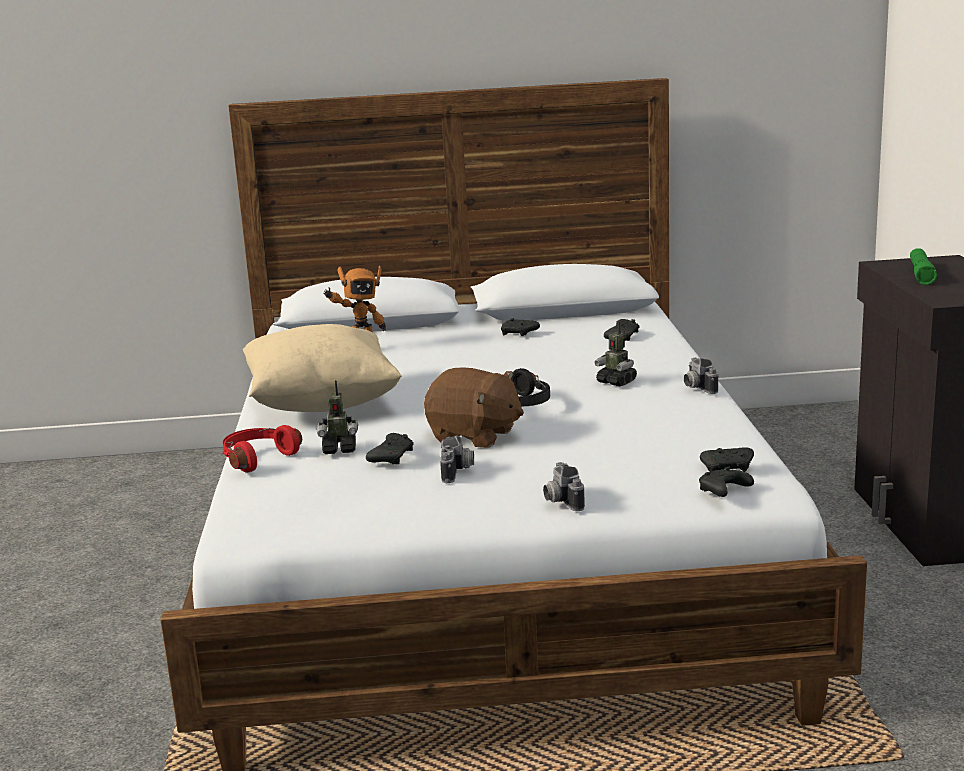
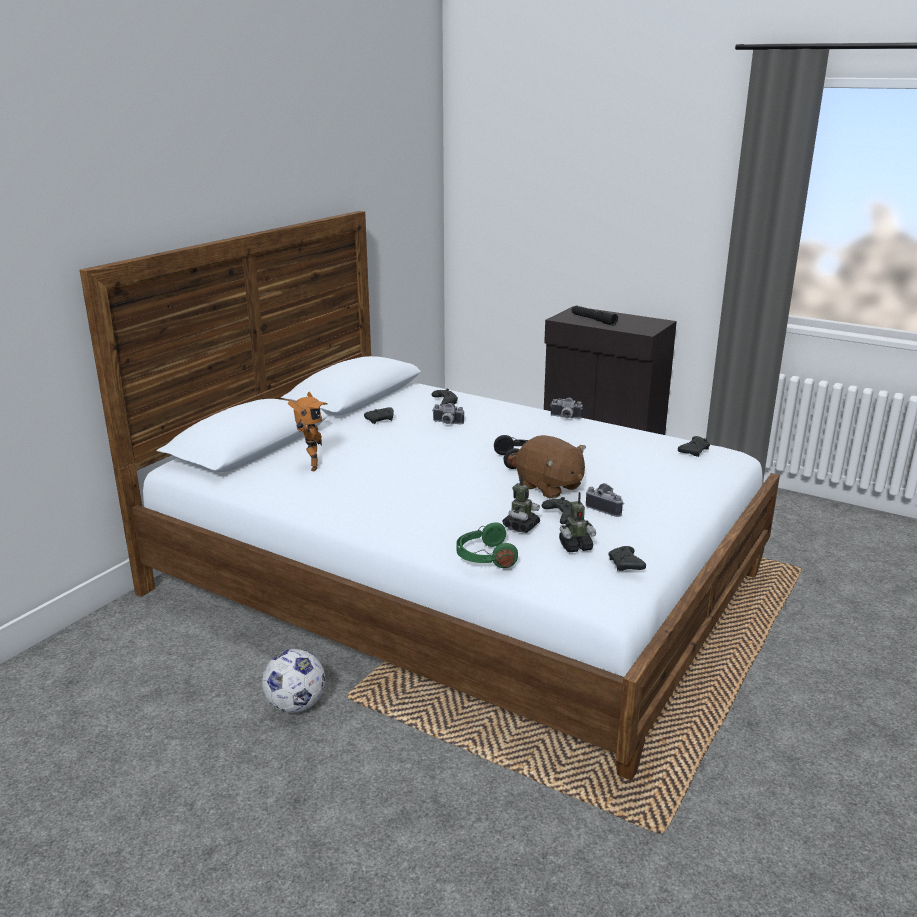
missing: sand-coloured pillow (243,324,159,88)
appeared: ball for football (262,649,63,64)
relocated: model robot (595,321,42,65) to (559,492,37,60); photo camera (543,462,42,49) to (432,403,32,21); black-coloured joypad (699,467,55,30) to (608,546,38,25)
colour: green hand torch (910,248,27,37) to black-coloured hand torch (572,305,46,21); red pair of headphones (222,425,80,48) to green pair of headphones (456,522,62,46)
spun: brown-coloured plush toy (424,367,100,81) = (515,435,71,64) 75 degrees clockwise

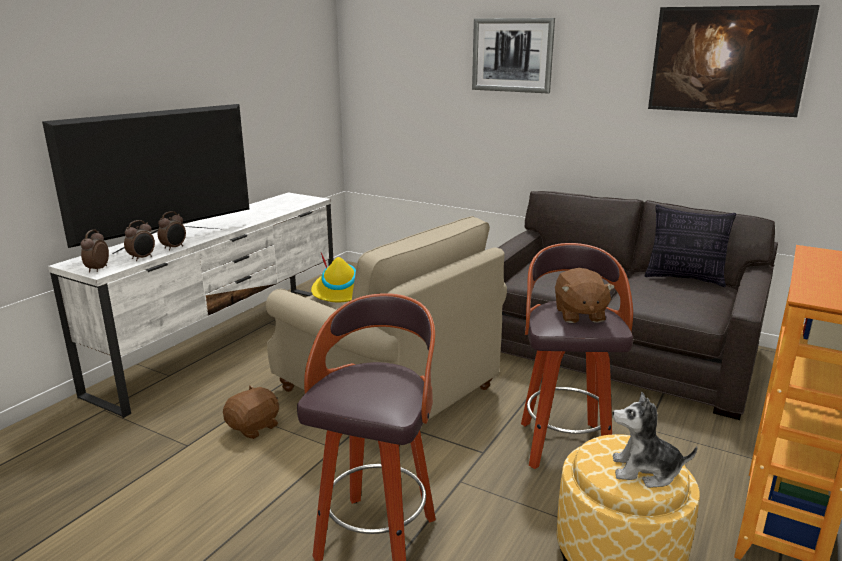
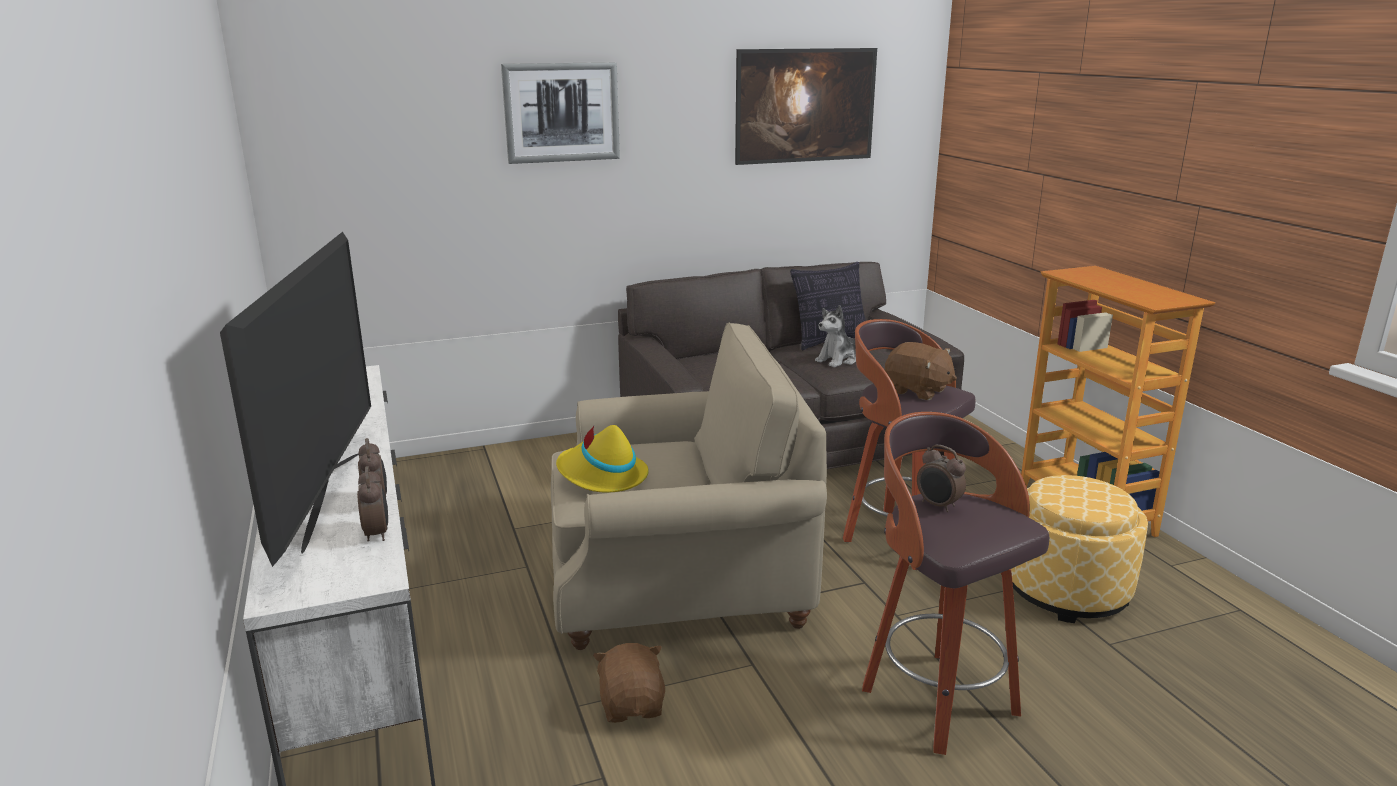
relocated: bedside clock (81,230,28,43) to (917,445,49,67); plush toy (613,392,84,96) to (815,305,41,63)

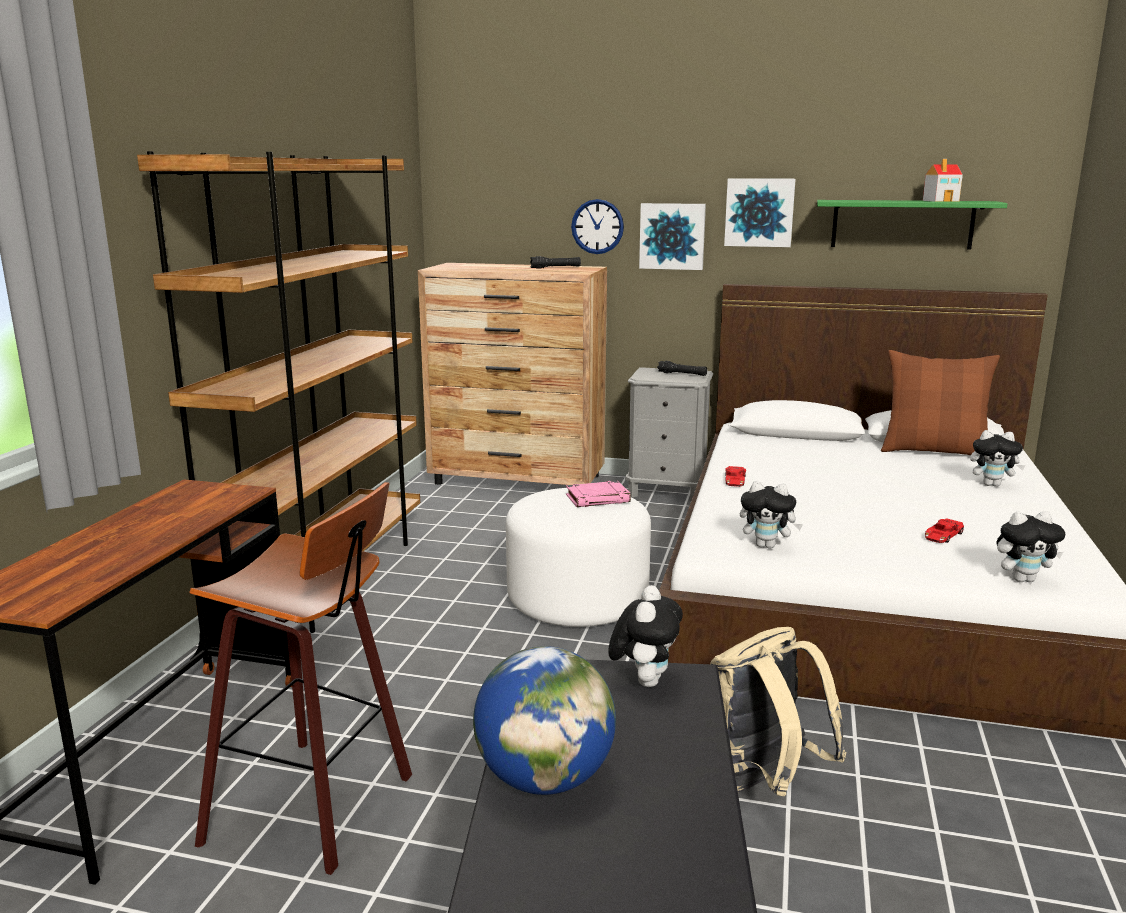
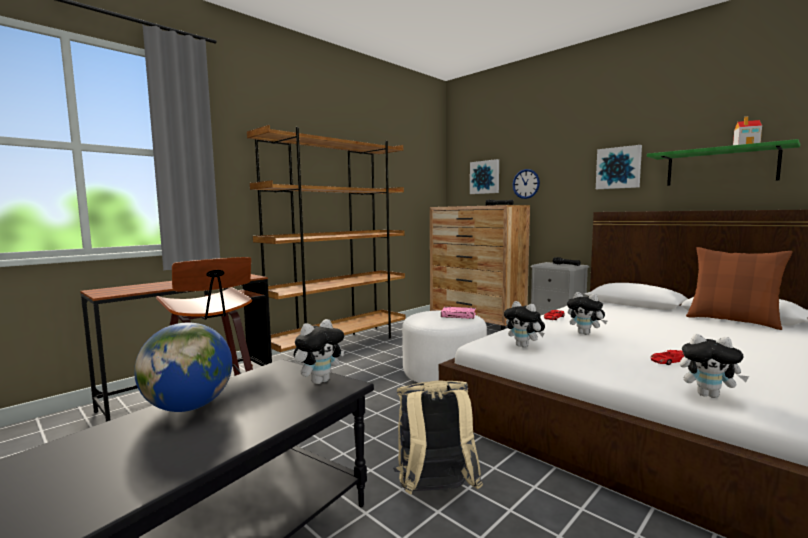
relocated: picture (639,203,67,67) to (470,159,29,35); plush toy (970,430,56,57) to (567,292,40,43)

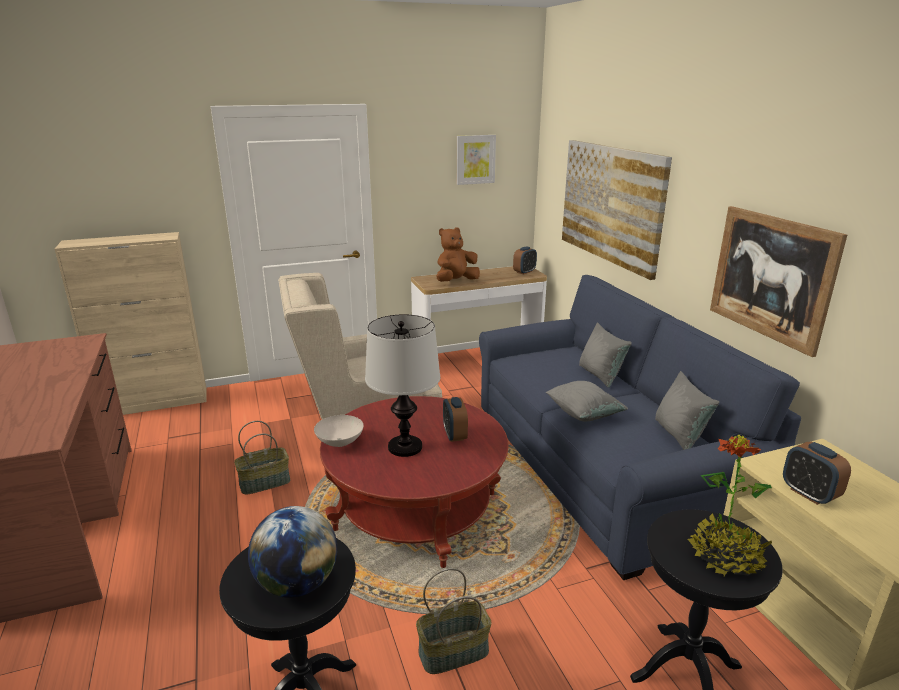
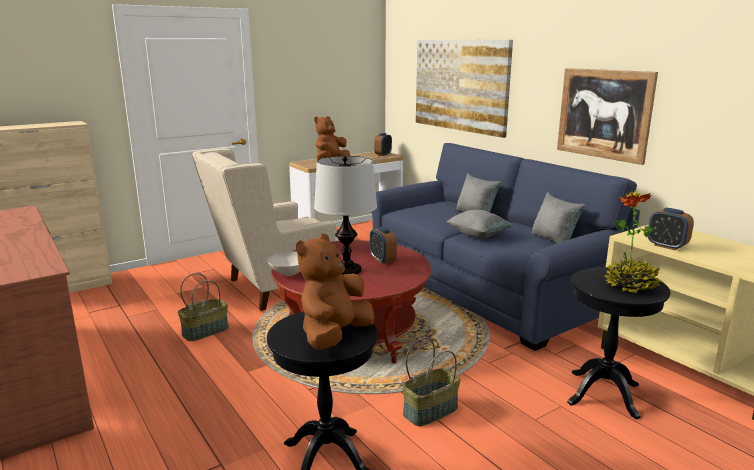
missing: picture (457,135,39,50)
exchanged: desk globe (248,506,89,92) to brown-coloured plush toy (296,234,78,116)

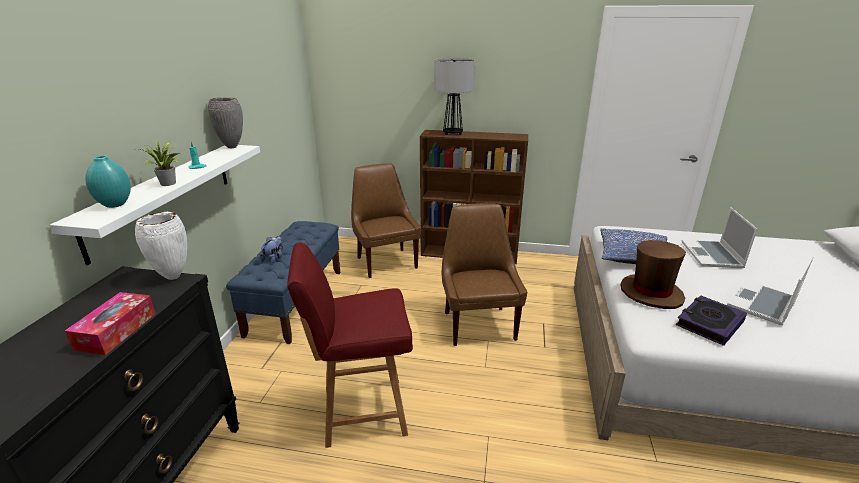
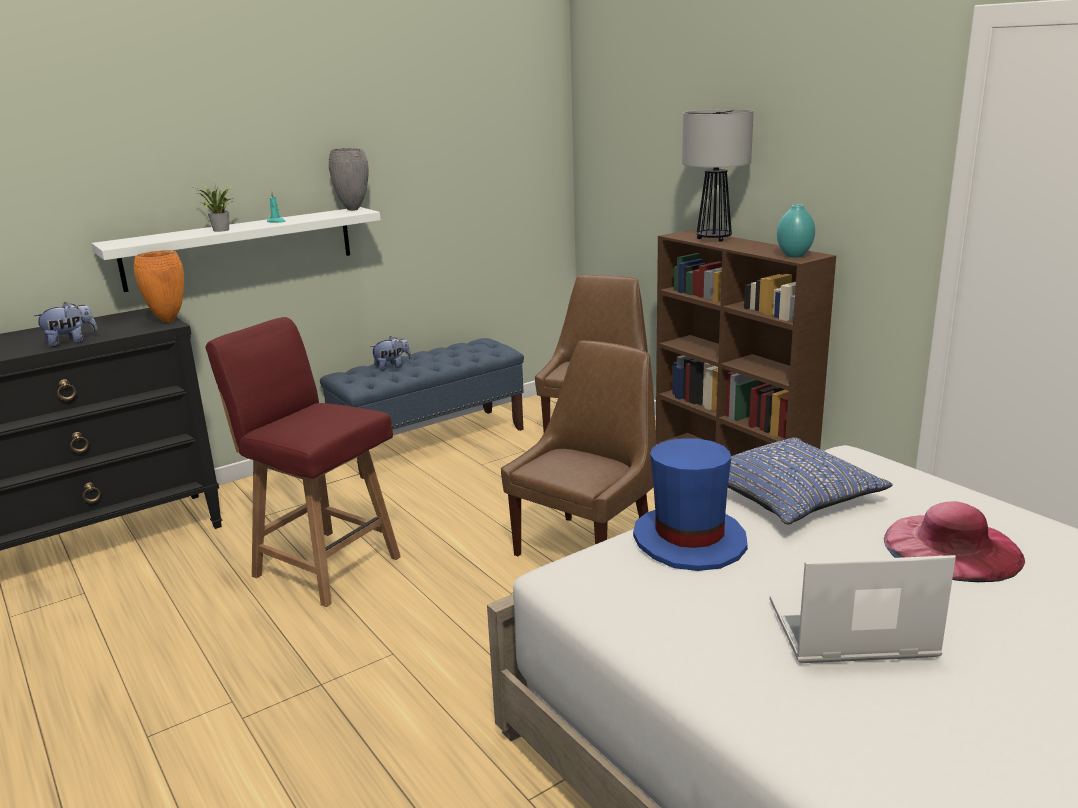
missing: bound book (676,295,71,51)
relocated: turquoise-coloured vase (85,155,46,53) to (777,204,38,53)
exchanged: portable computer (682,207,76,61) to pinkish hat (884,501,141,81); box of tissues (65,292,90,63) to plush toy (34,302,63,45)
colour: whitish vase (135,212,52,68) to orange vase (134,250,50,72); brown-coloured hat (621,240,65,69) to blue-coloured hat (633,438,115,133)

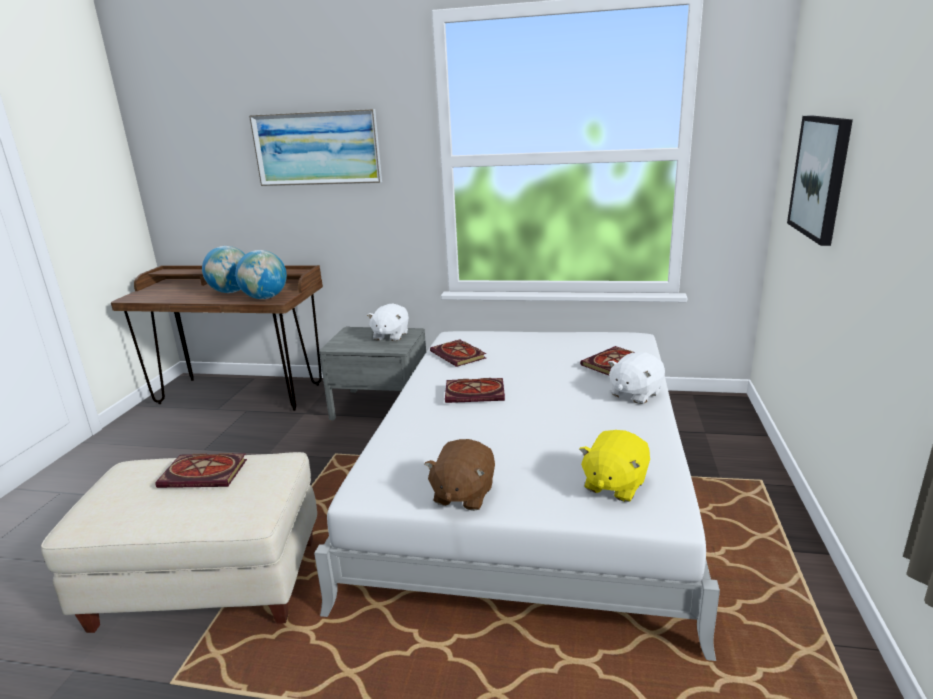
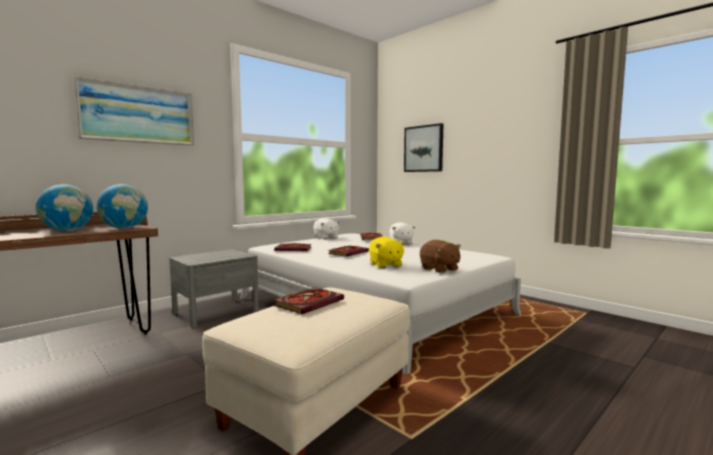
relocated: whitish plush toy (367,303,42,38) to (313,218,26,22); yellow plush toy (579,430,71,72) to (369,237,37,31)

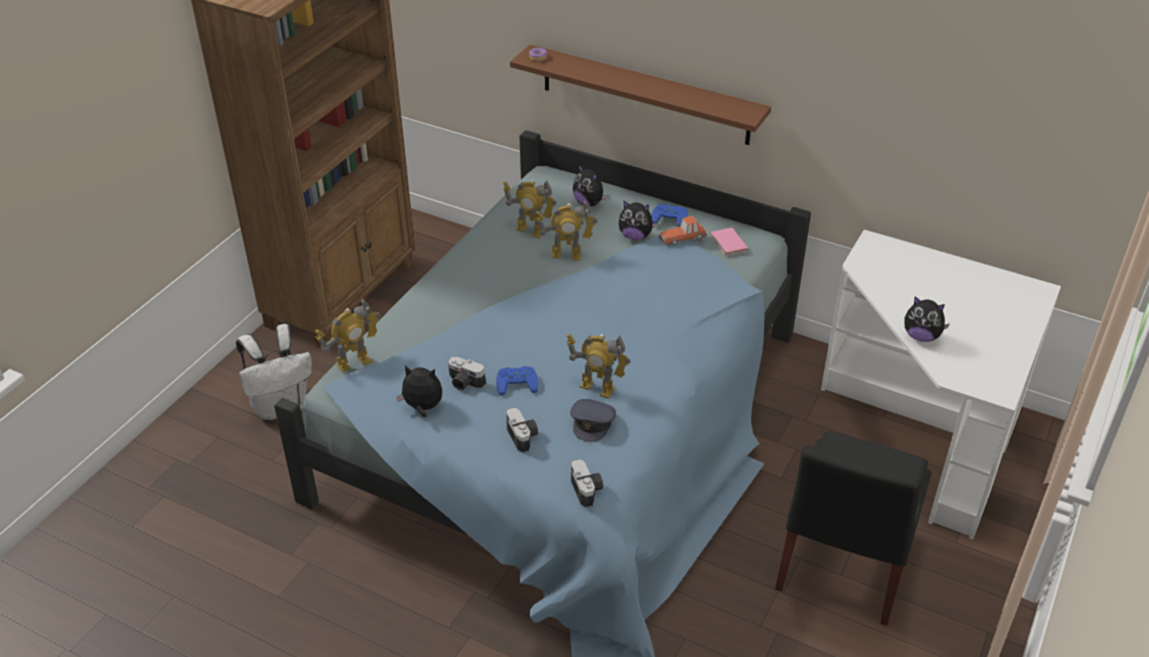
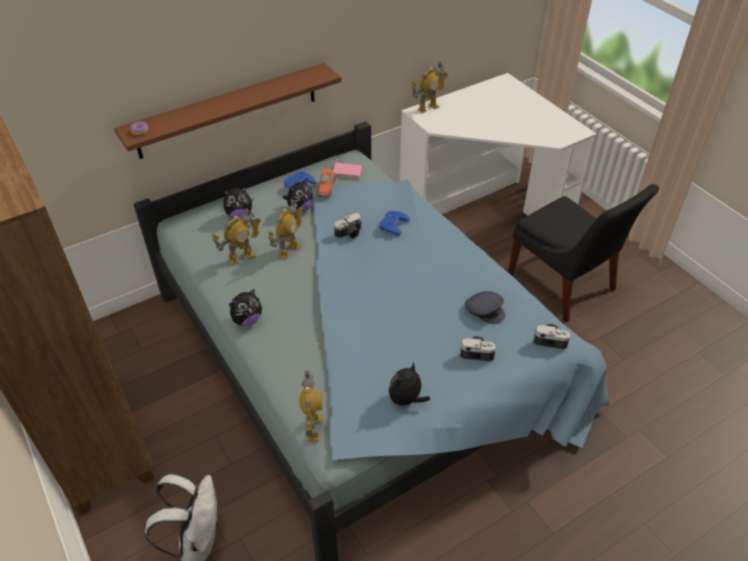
relocated: plush toy (905,297,44,45) to (229,289,33,37); model robot (567,333,64,65) to (411,61,37,52); photo camera (448,357,38,33) to (334,213,27,26); blue-coloured joypad (496,366,42,29) to (380,211,30,25)

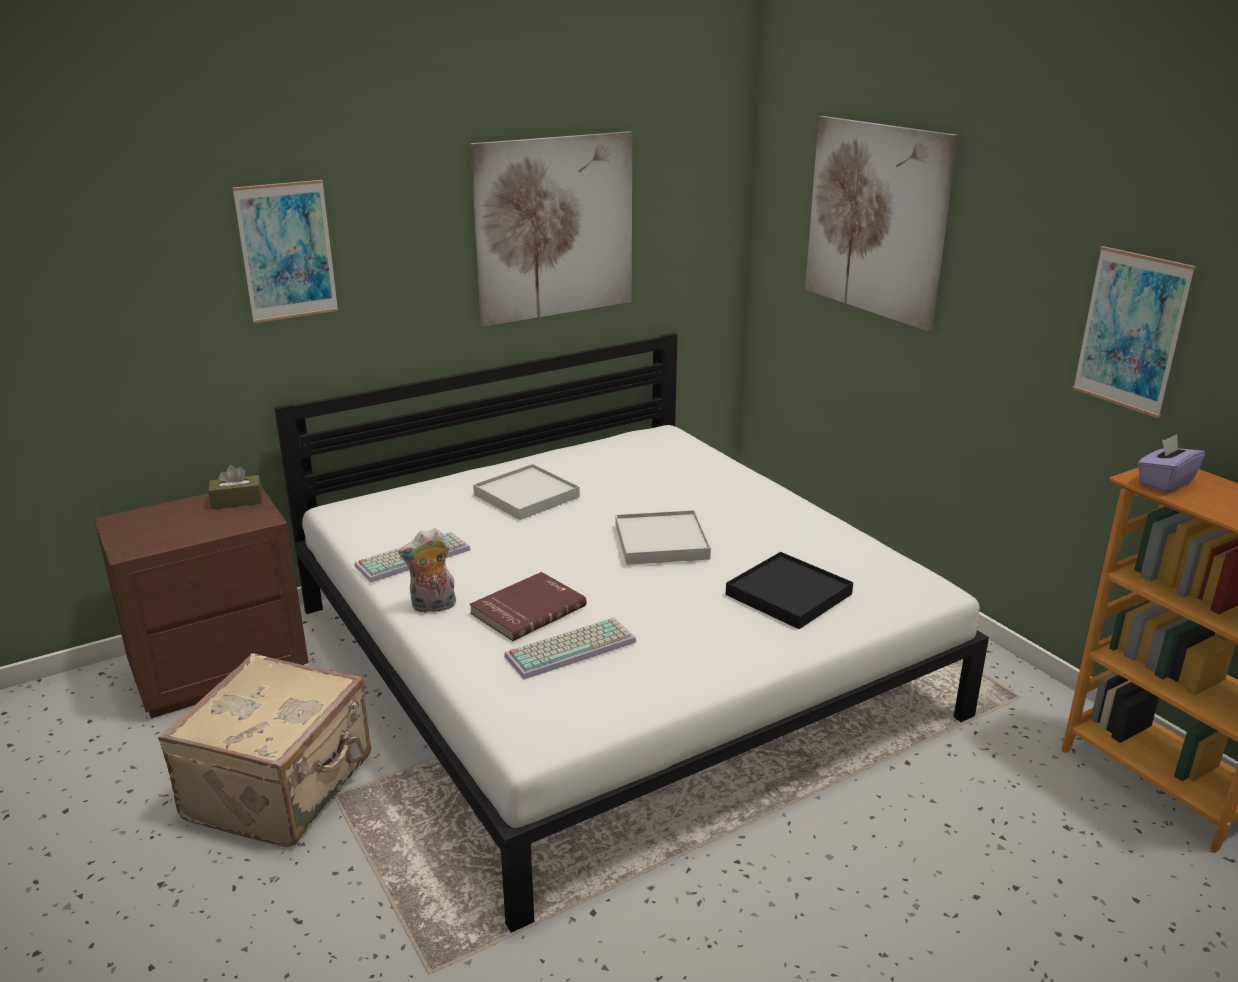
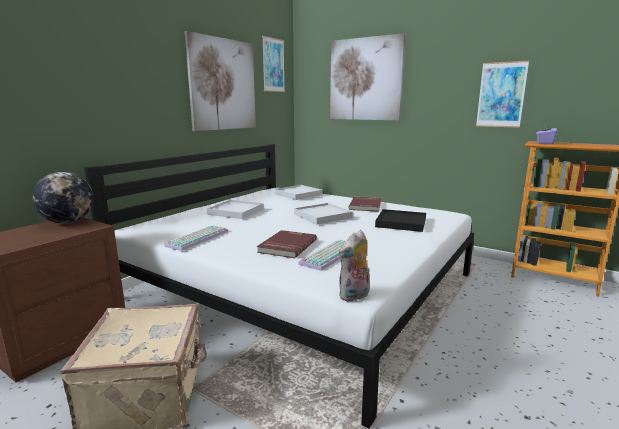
appeared: whitish carrying tray (274,185,49,15); red bound book (349,197,32,15)
relocated: picture (232,180,106,143) to (262,36,23,56); plush toy (398,528,58,85) to (339,230,31,72)
exchanged: brown-coloured box of tissues (208,465,54,44) to desk globe (33,172,60,52)

